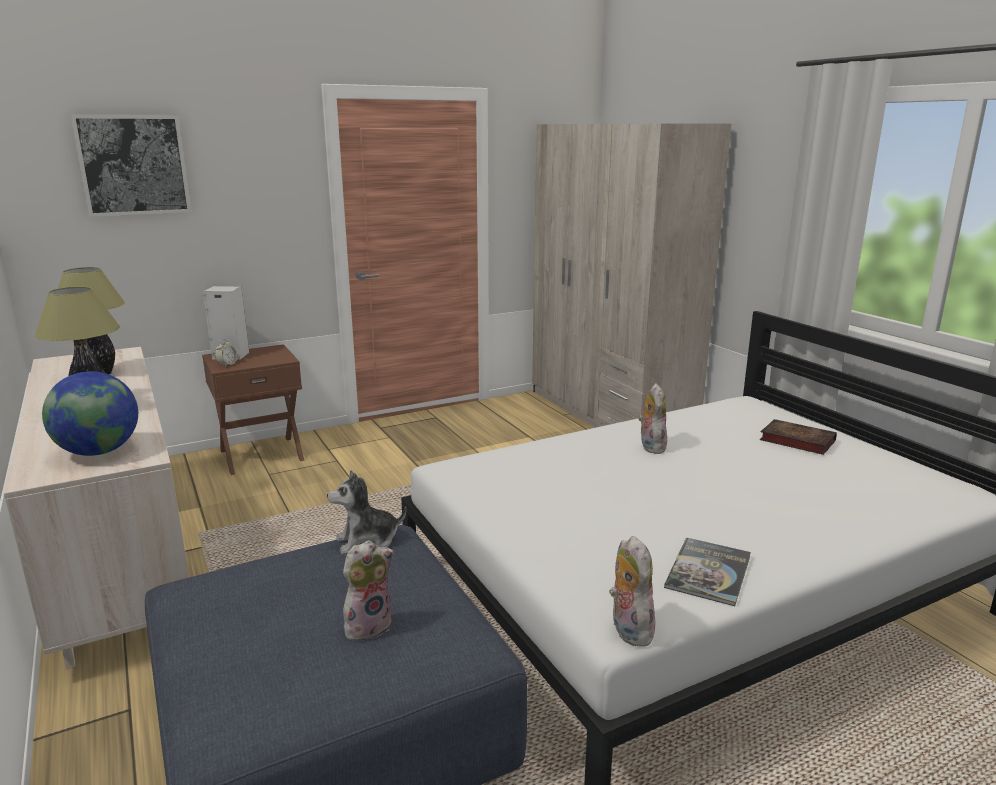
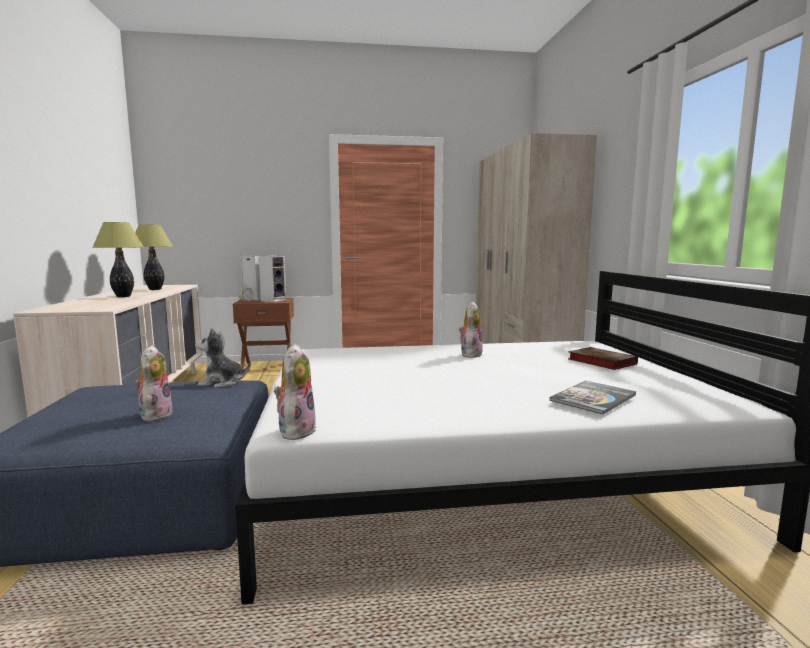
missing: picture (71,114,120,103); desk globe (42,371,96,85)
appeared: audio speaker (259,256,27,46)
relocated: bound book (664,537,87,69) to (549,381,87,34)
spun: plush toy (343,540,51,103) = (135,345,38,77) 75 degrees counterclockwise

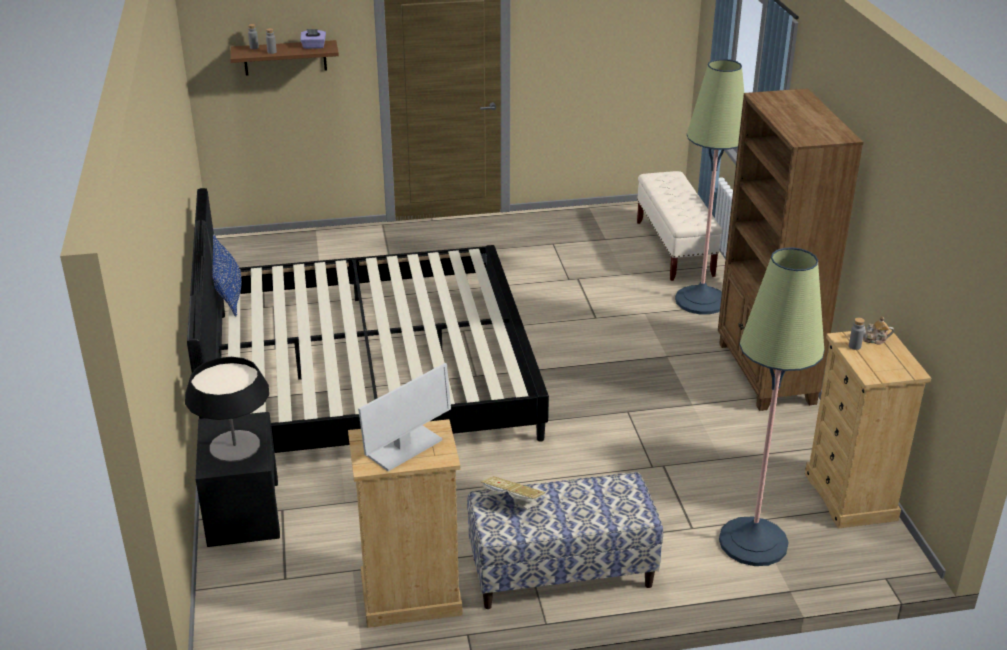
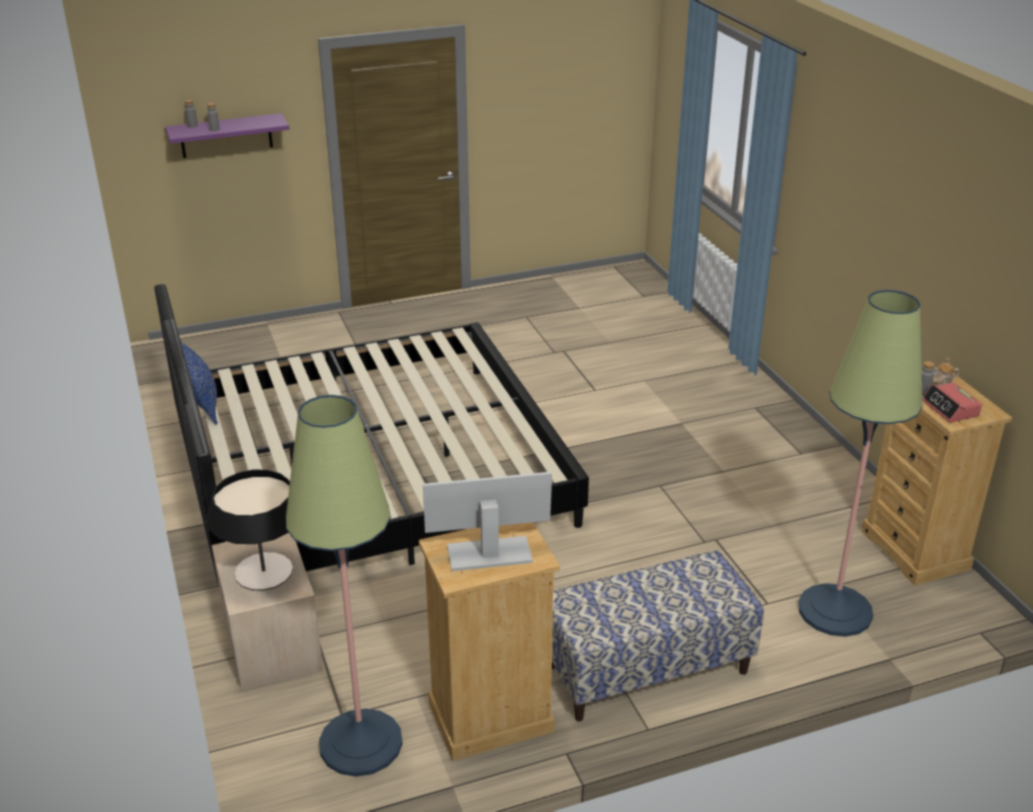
missing: purple box of tissues (300,29,26,20); brown-coloured shelving unit (718,88,145,323); sand-coloured long seat (637,171,85,110); bound book (481,476,65,33)
appeared: bedside clock (922,382,60,41)
relocated: standing lamp (675,59,69,255) to (286,395,117,382)
colour: brown-coloured shelf (230,40,109,36) to purple shelf (165,113,124,45); black-coloured night table (195,412,85,135) to sand-coloured night table (212,533,111,158)
spun: computer screen (358,363,93,108) = (423,472,129,99) 135 degrees counterclockwise

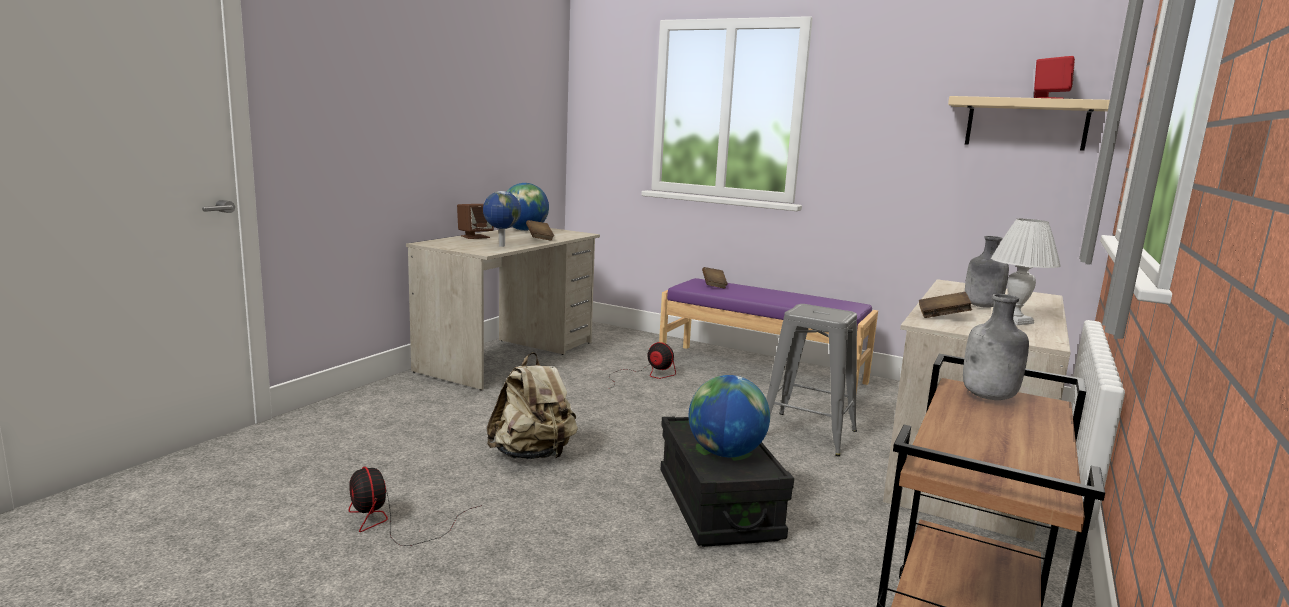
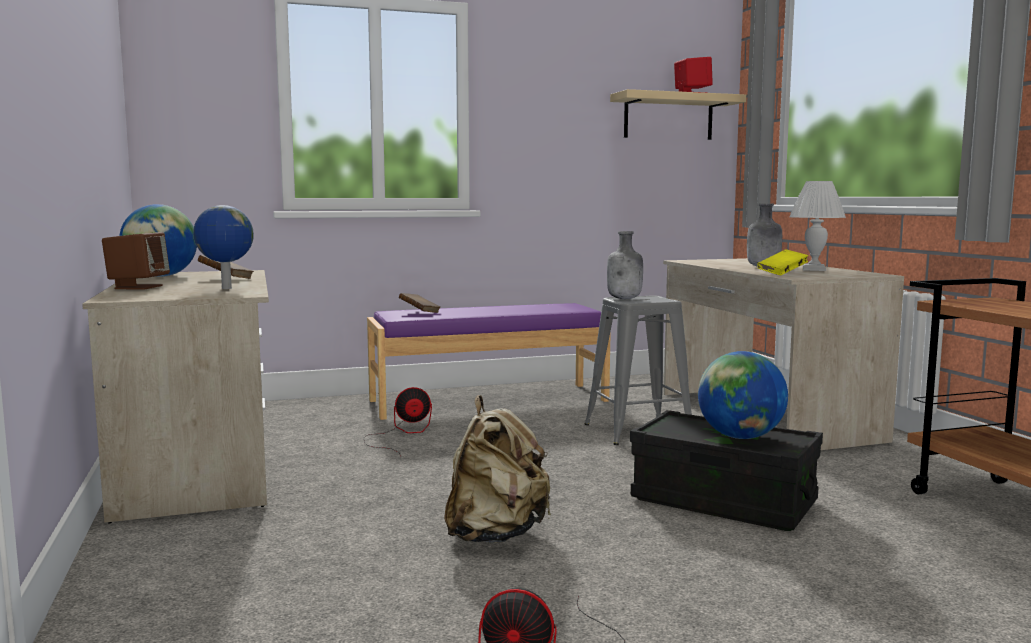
relocated: grey beverage bottle (963,294,66,106) to (607,231,36,68)
colour: brown-coloured bound book (919,292,53,26) to yellow bound book (757,249,52,26)

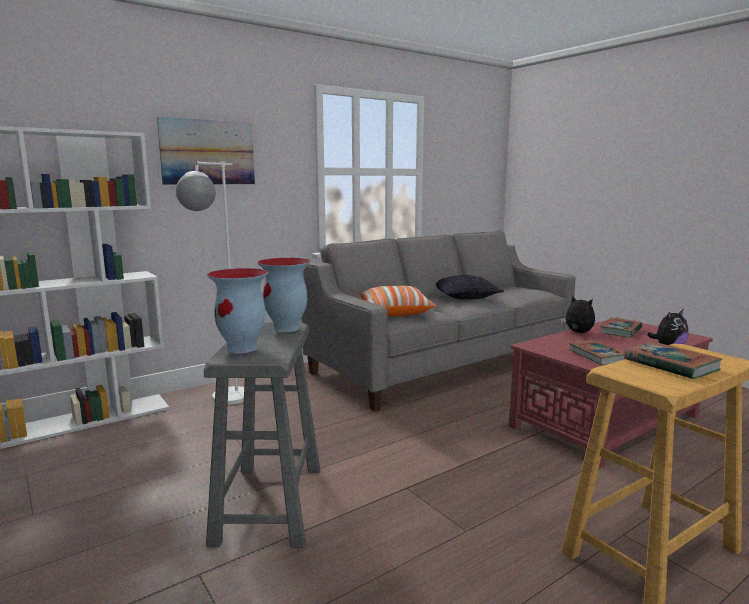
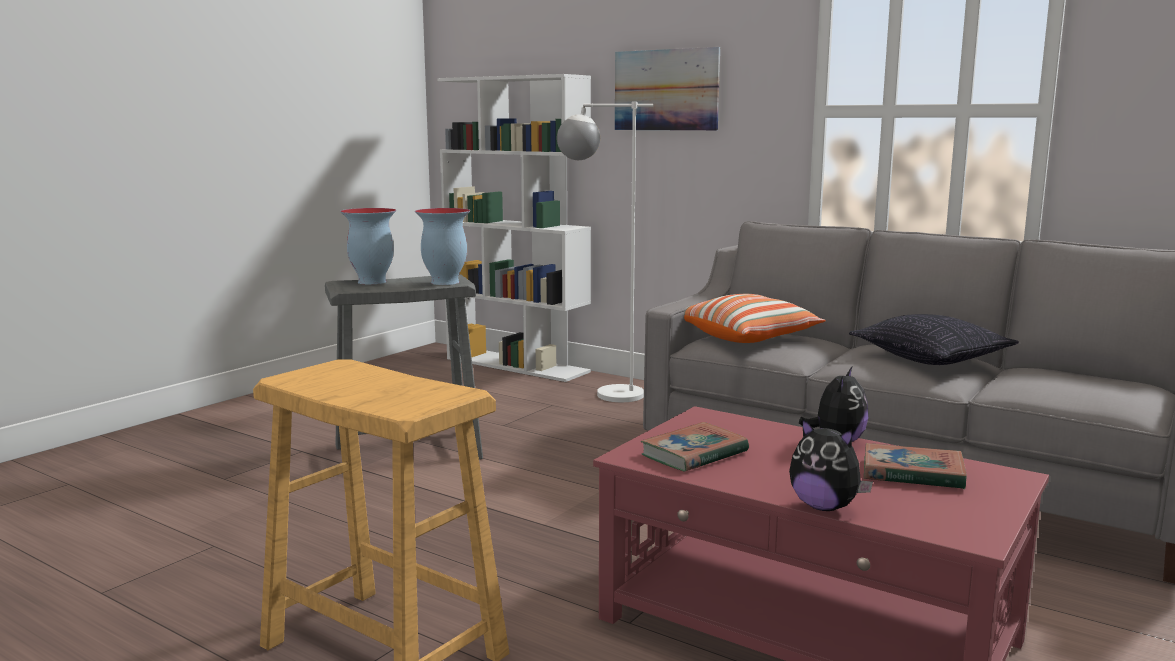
missing: bound book (624,342,98,38)

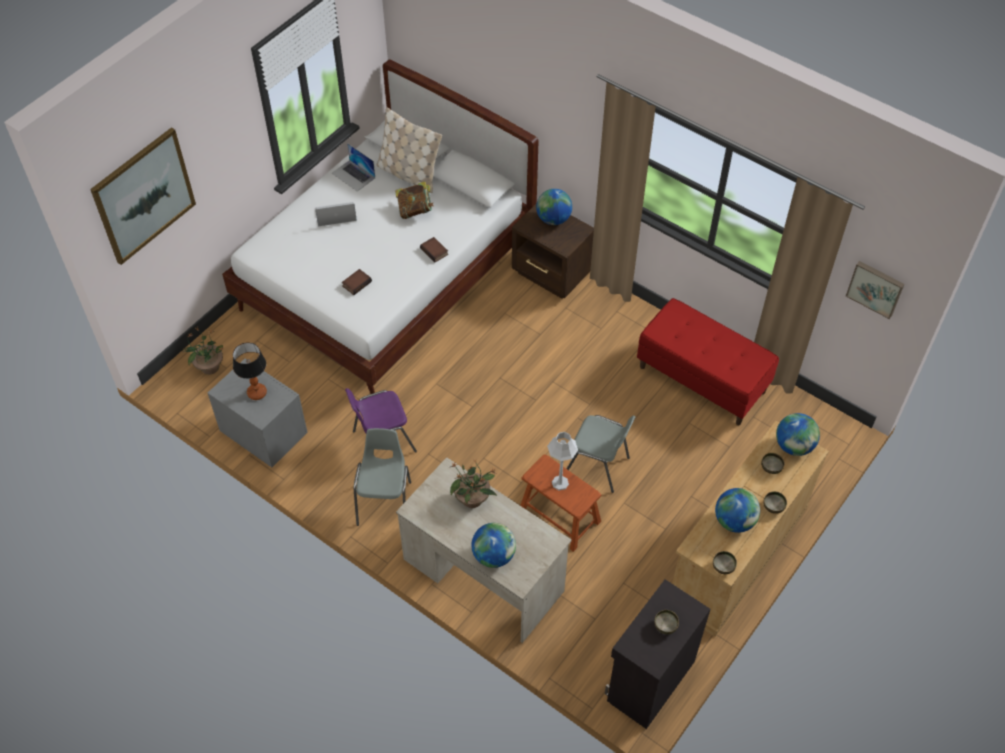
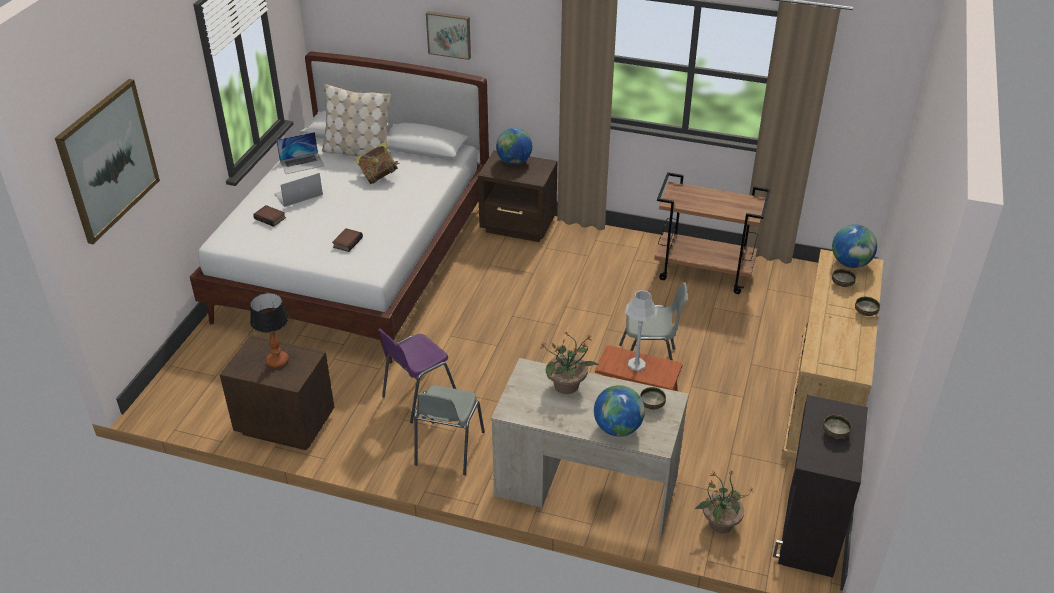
missing: desk globe (715,488,45,45)
relocated: bound book (420,237,28,25) to (253,205,33,22); picture (846,261,59,58) to (426,11,45,49); plant in a pot (182,327,41,48) to (695,470,58,63); deep dish (713,551,24,23) to (640,387,26,23)
exchanged: red long seat (637,298,142,127) to brown-coloured wheeled cart (654,172,116,122)
colour: grey night table (208,359,100,108) to brown-coloured night table (220,335,114,115)
spun: portable computer (332,143,43,49) = (276,132,48,42) 45 degrees counterclockwise; grey upright chair (354,428,57,98) = (414,385,71,90) 150 degrees counterclockwise

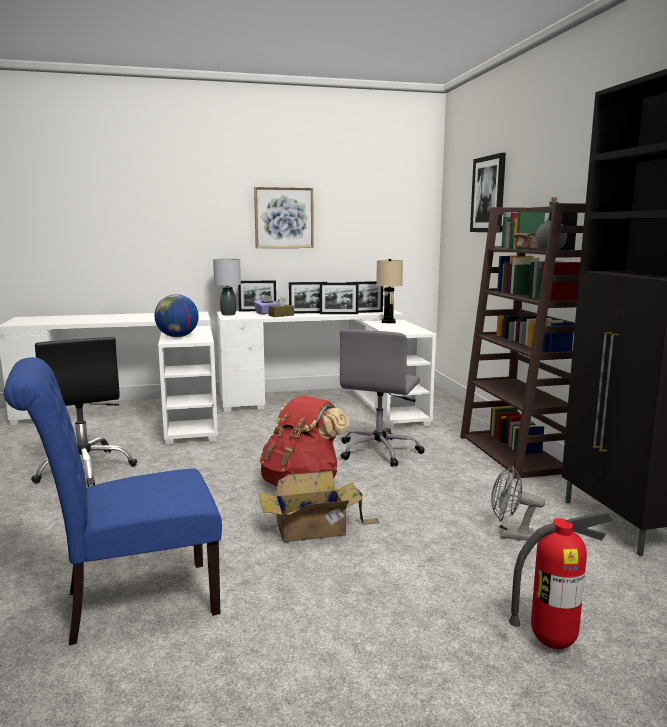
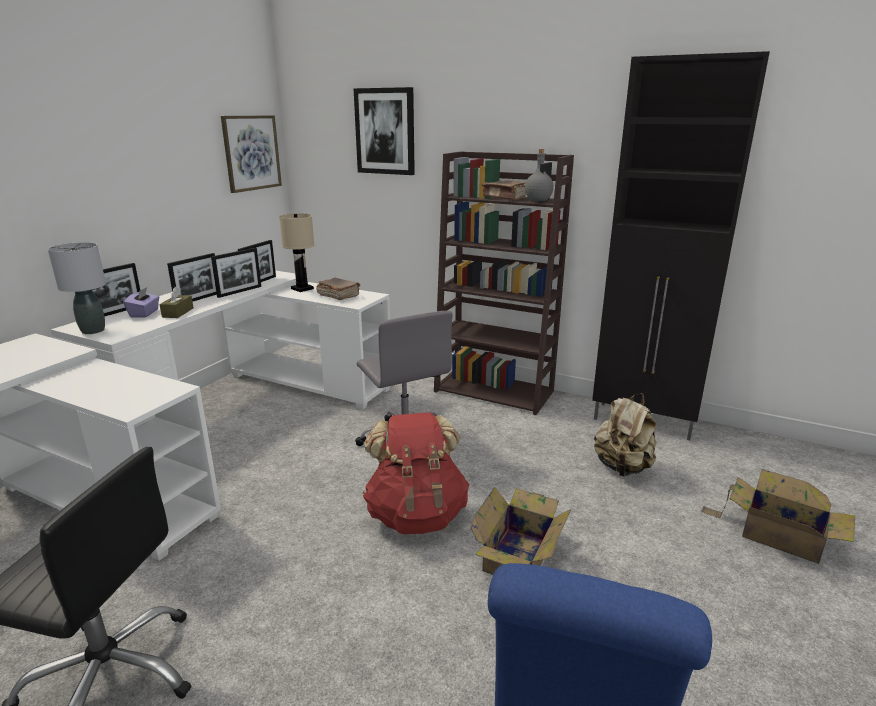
missing: desk globe (155,294,44,43)
appeared: brown-coloured bound book (316,278,44,22)
relocated: picture (254,187,60,61) to (221,115,61,78)
exchanged: grey electric fan (491,466,54,75) to sand-coloured knapsack (594,393,62,83); fire-fighting cylinder (509,511,104,138) to cardboard box (701,469,154,94)

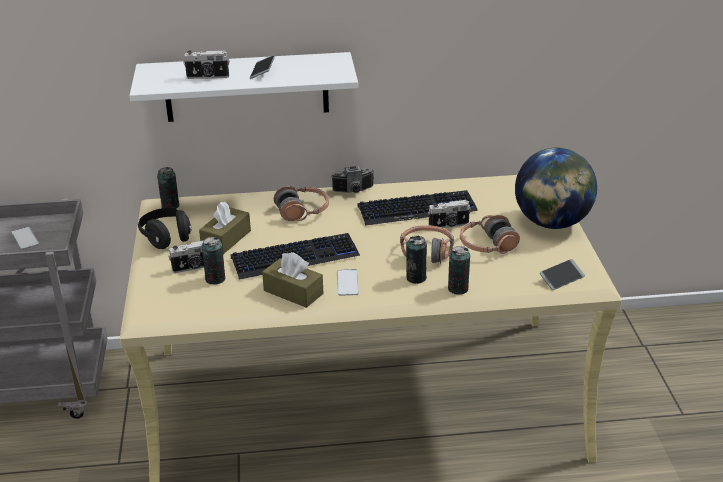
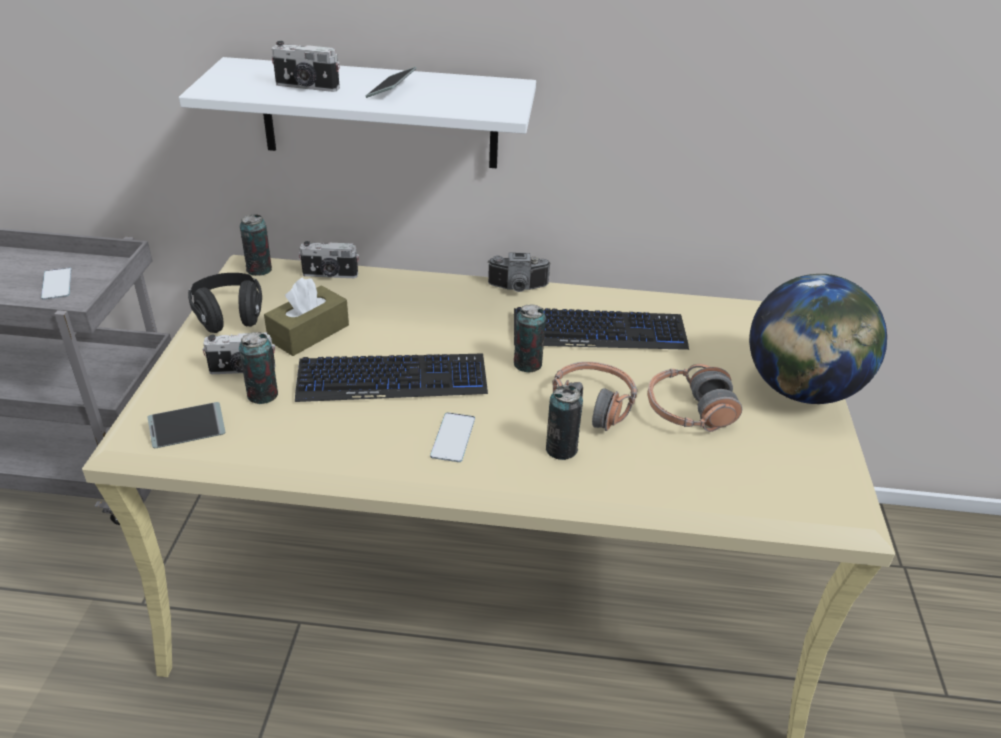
missing: pair of headphones (274,185,55,36); brown-coloured box of tissues (262,252,62,56)
relocated: photo camera (428,200,43,28) to (299,241,60,37); sealed can (448,246,22,49) to (514,304,32,69); phone (540,259,45,31) to (147,402,79,46)

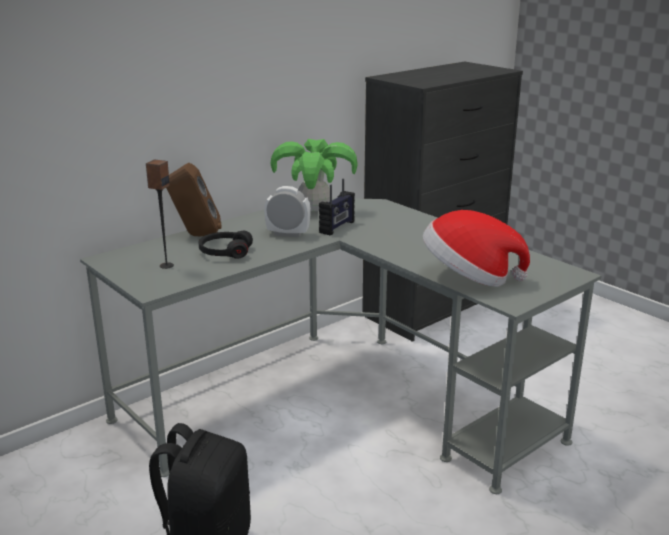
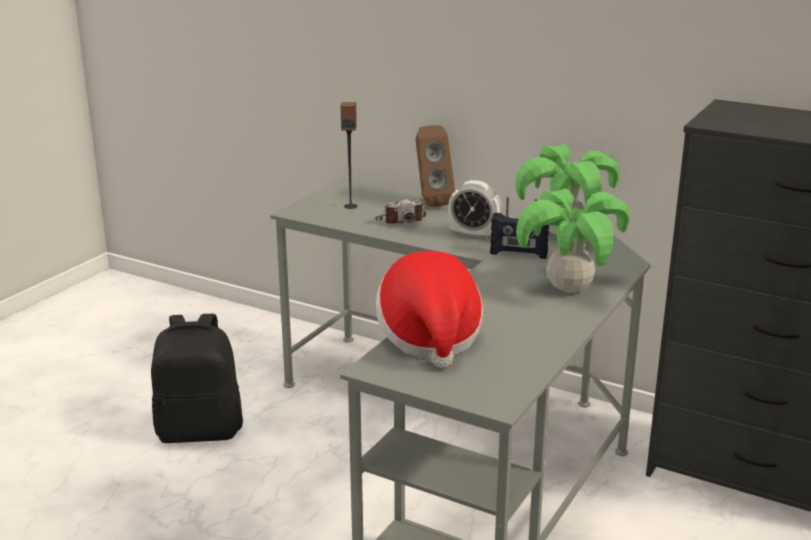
appeared: plant in a pot (516,188,114,105)
exchanged: black-coloured pair of headphones (198,231,55,28) to photo camera (375,199,51,25)
spun: bedside clock (264,186,47,51) = (448,180,54,60) 120 degrees clockwise

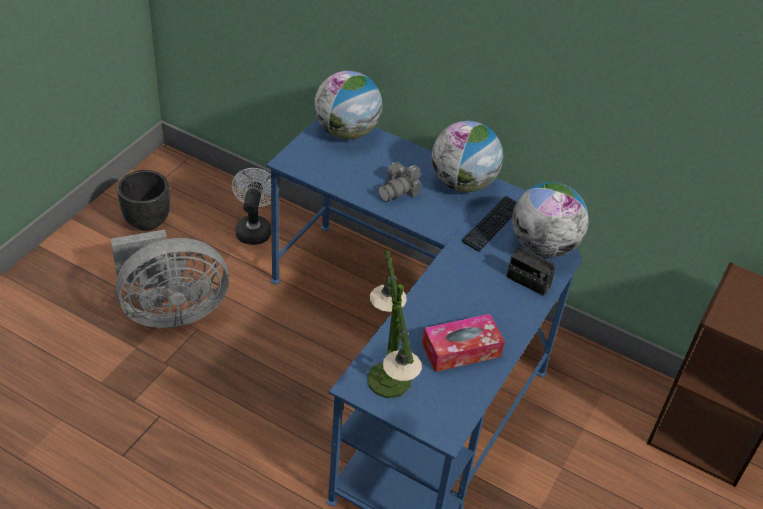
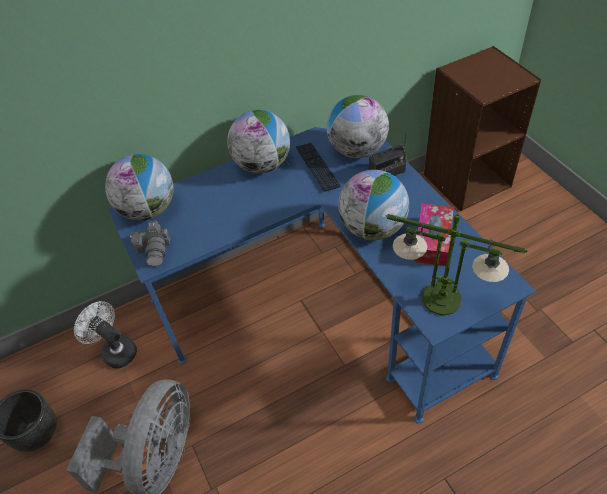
appeared: desk globe (338,170,71,70)
relocated: photo camera (378,162,43,40) to (131,221,39,45)

